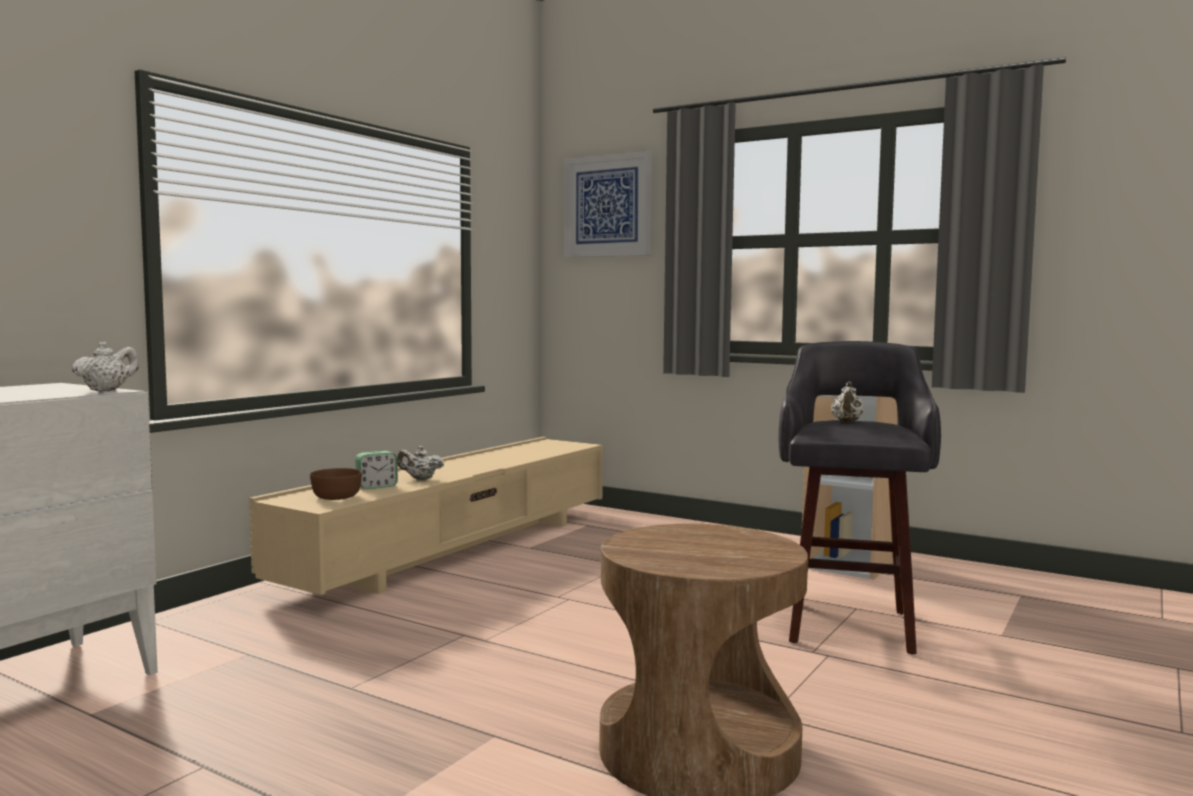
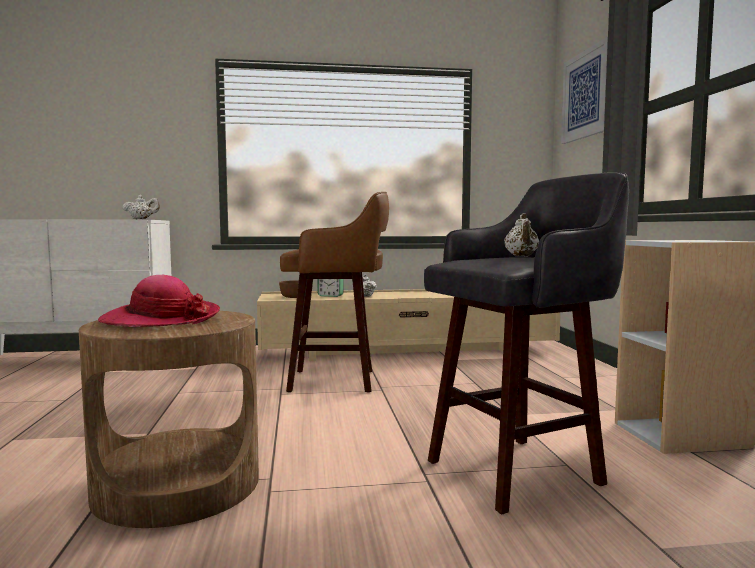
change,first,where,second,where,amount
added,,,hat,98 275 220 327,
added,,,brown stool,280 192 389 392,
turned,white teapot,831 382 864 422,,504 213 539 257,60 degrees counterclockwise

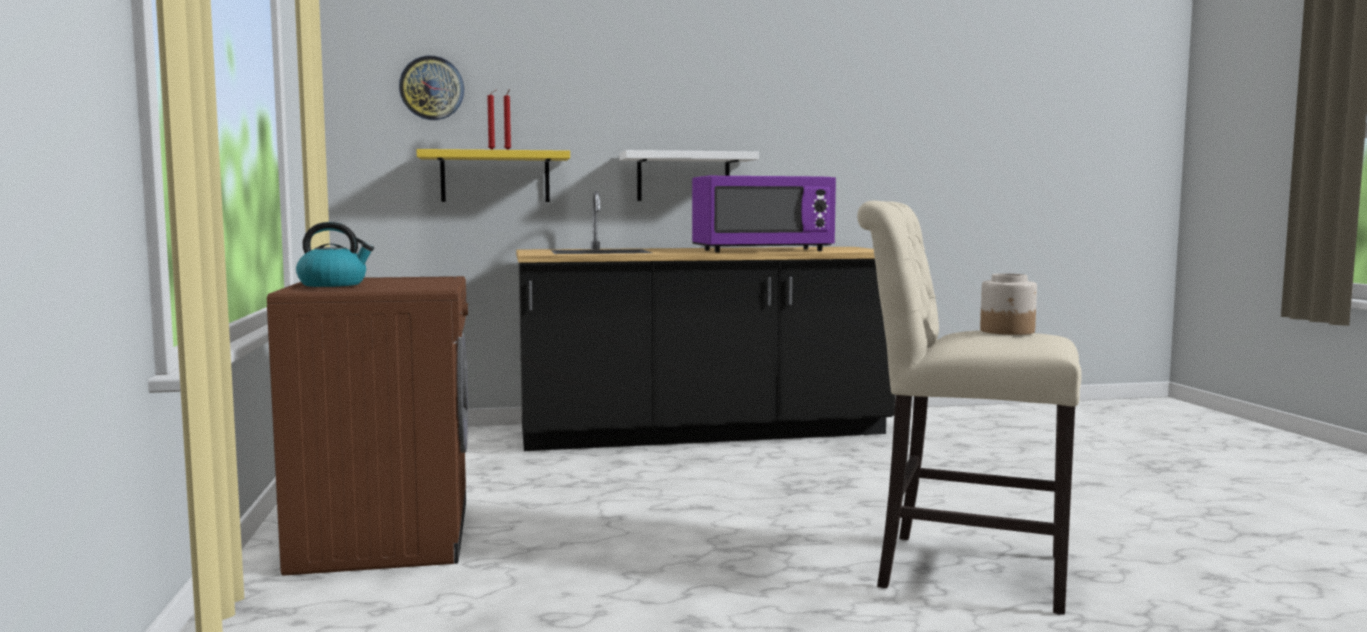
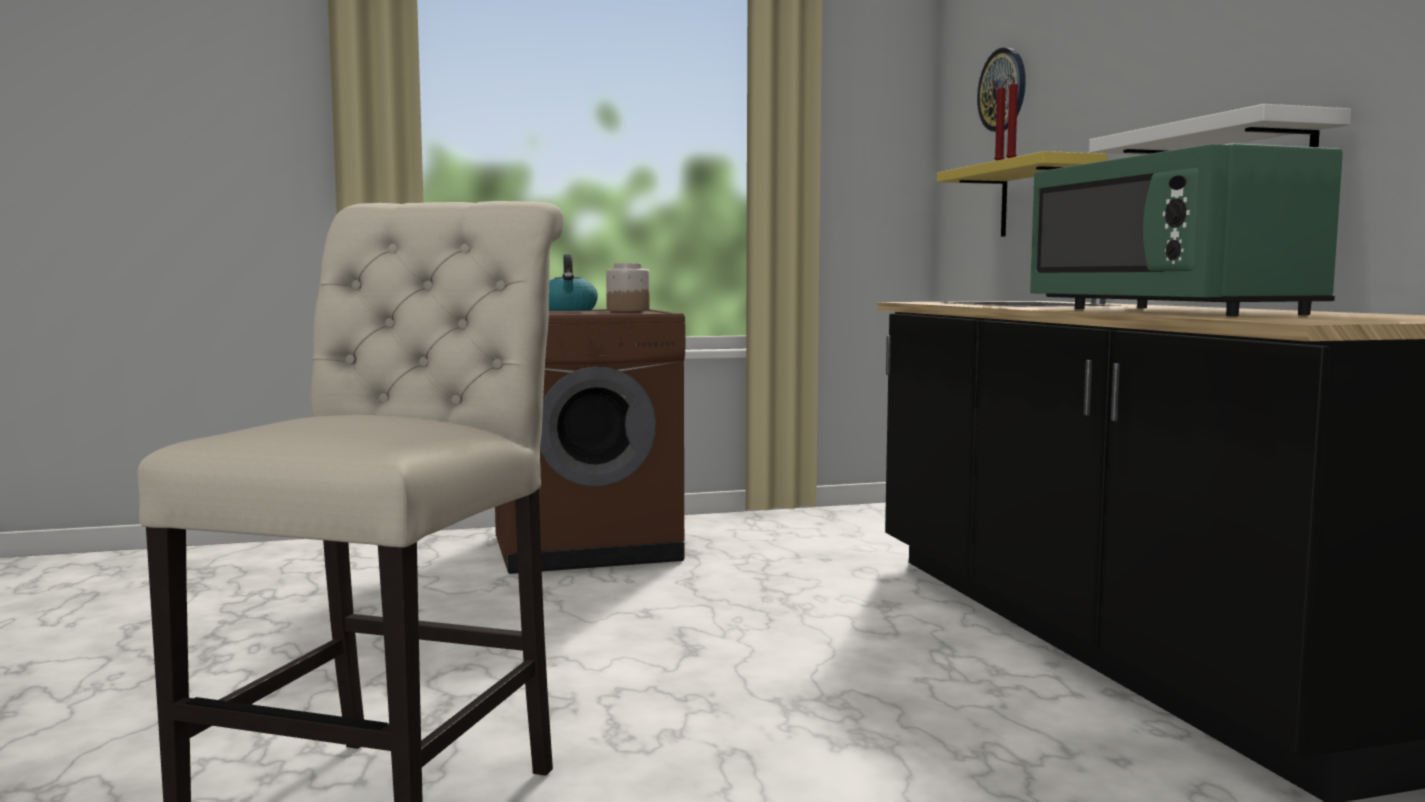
change,first,where,second,where,amount
moved,jar,980 273 1037 335,,606 263 650 311,
recoloured,purple microwave,692 176 836 252,green microwave,1030 143 1343 316,

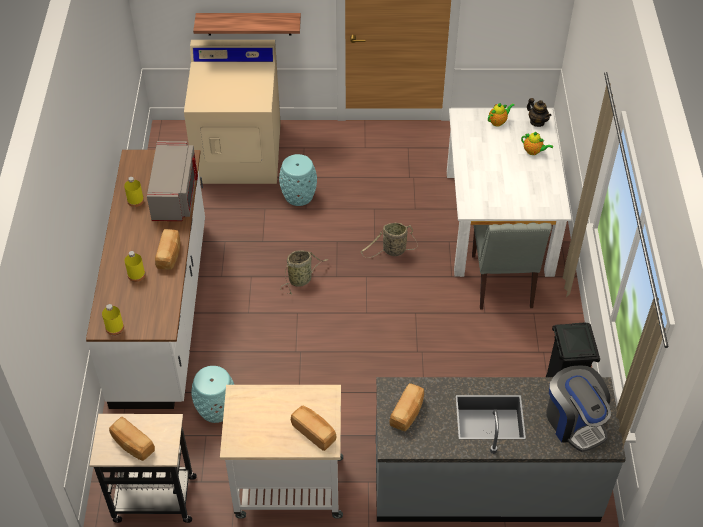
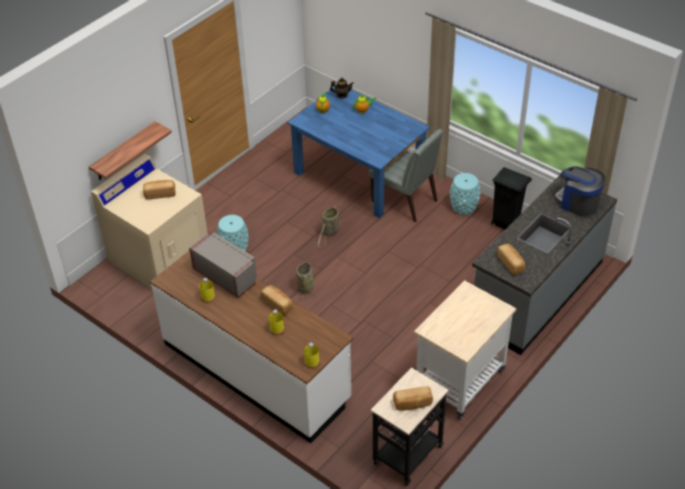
change,first,where,second,where,amount
moved,bread,291 405 337 451,,143 180 175 199,
recoloured,white dining table,447 108 572 277,blue dining table,287 87 430 218,
moved,turquoise stool,192 366 234 423,,450 173 480 215,
turned,coffee machine,546 365 611 452,,554 166 606 217,150 degrees counterclockwise

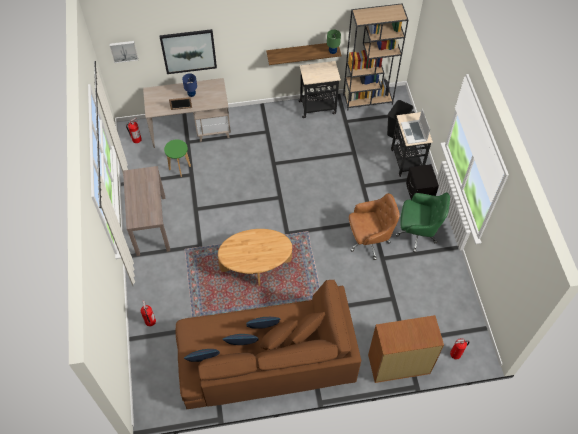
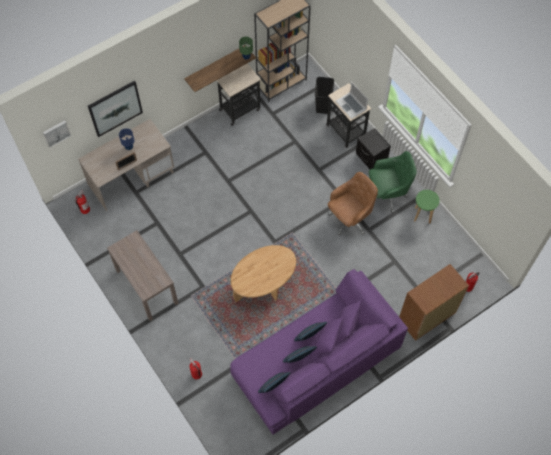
change,first,where,second,where,amount
recoloured,brown sofa,176 280 361 409,purple sofa,230 269 408 434,
moved,green stool,164 139 191 177,,414 190 440 223,

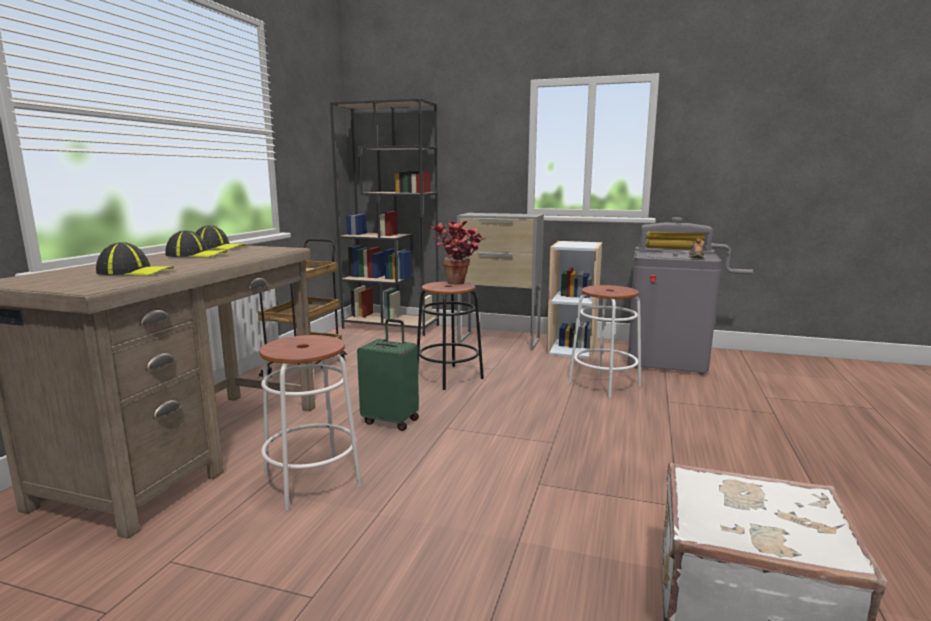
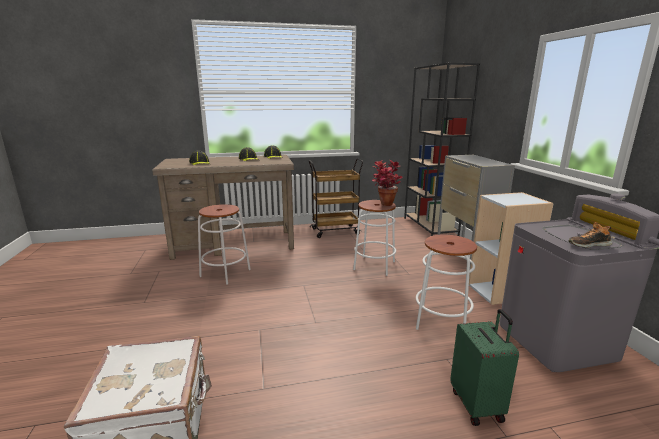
change,first,where,second,where,amount
recoloured,black stool,417 281 484 390,white stool,353 200 396 276,
moved,green suitcase,357 319 419 431,,450 309 519 426,

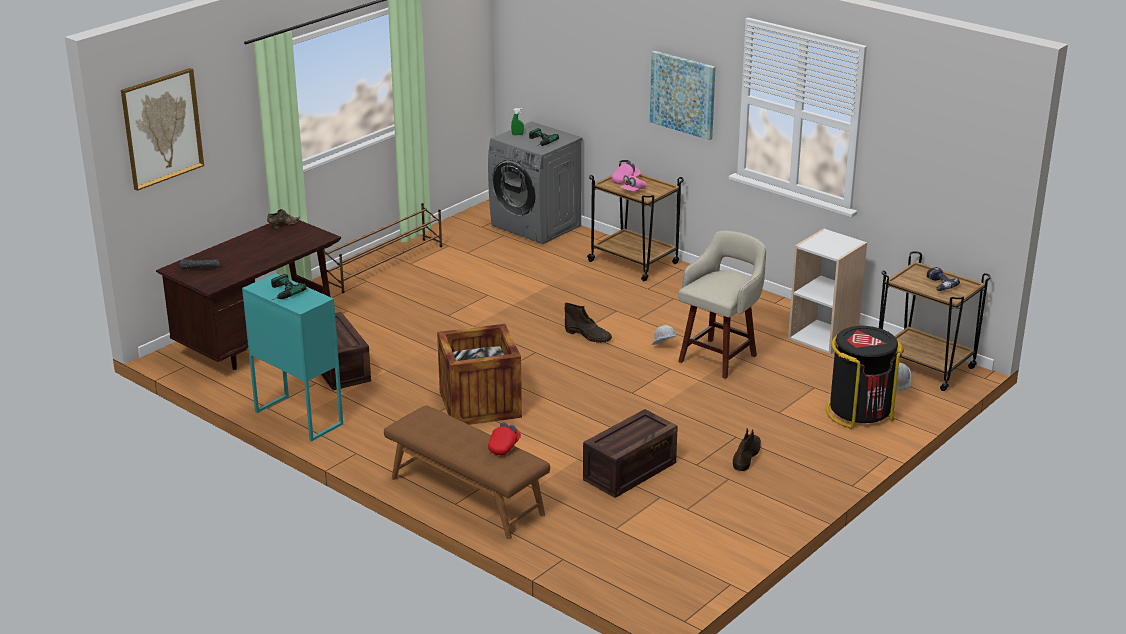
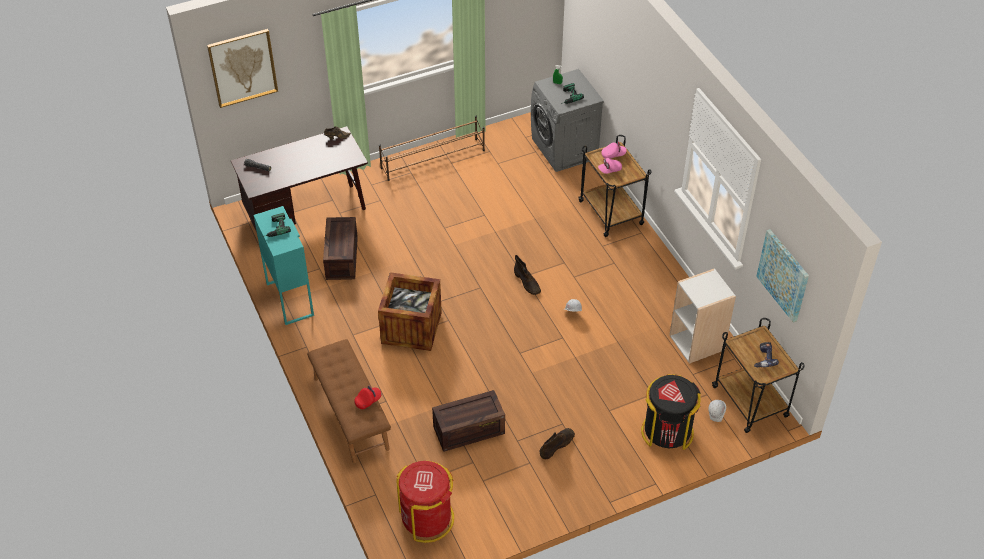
change,first,where,second,where,amount
added,,,red trash can,396 461 454 543,
moved,picture,650 51 716 140,,756 229 809 323,
removed,beige stool,678 231 766 379,,,

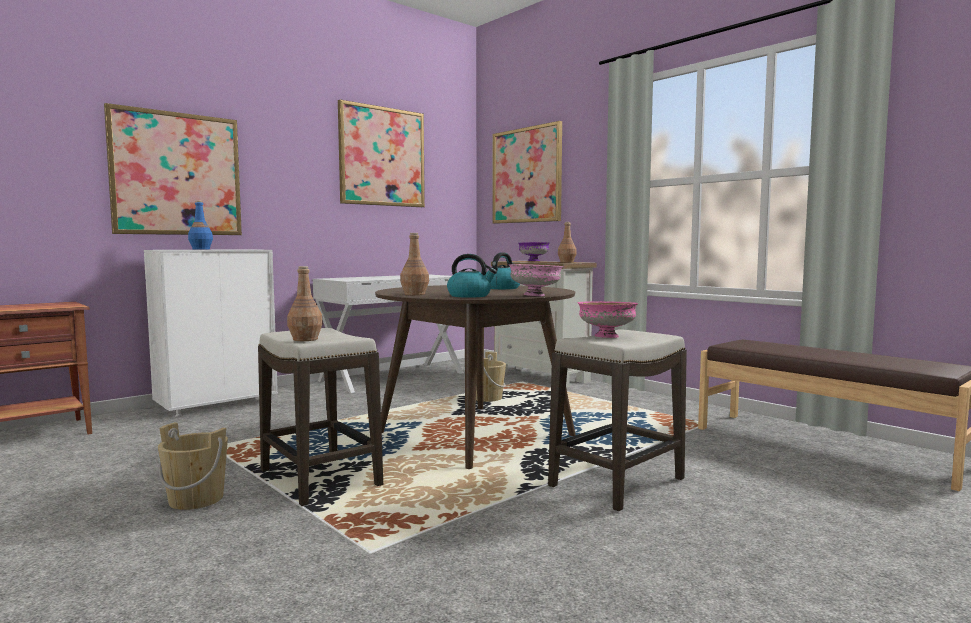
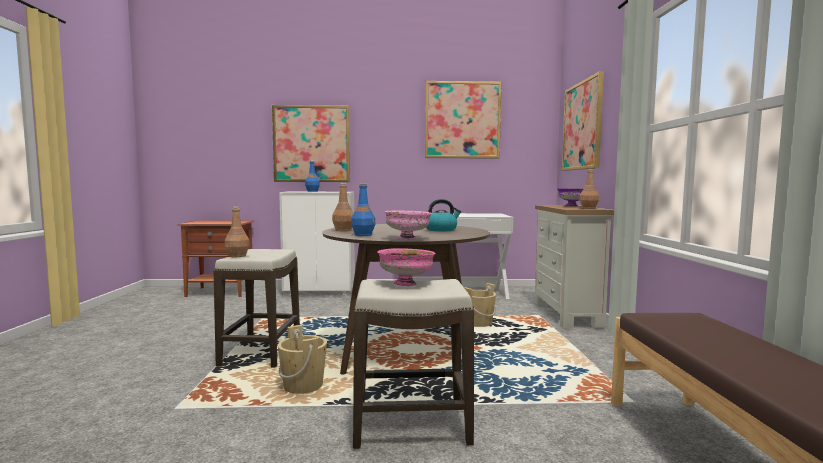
change,first,where,second,where,amount
moved,beige bucket,158 422 228 510,,278 325 327 394,
replaced,kettle,447 254 497 298,blue bottle,351 183 375 236,

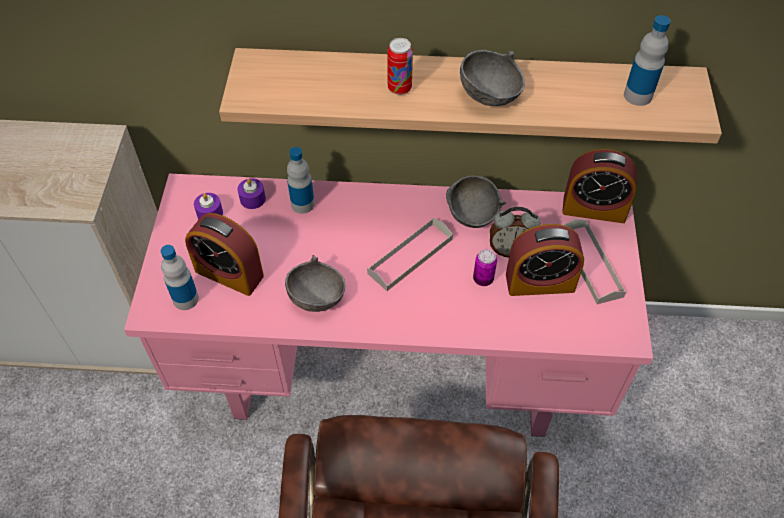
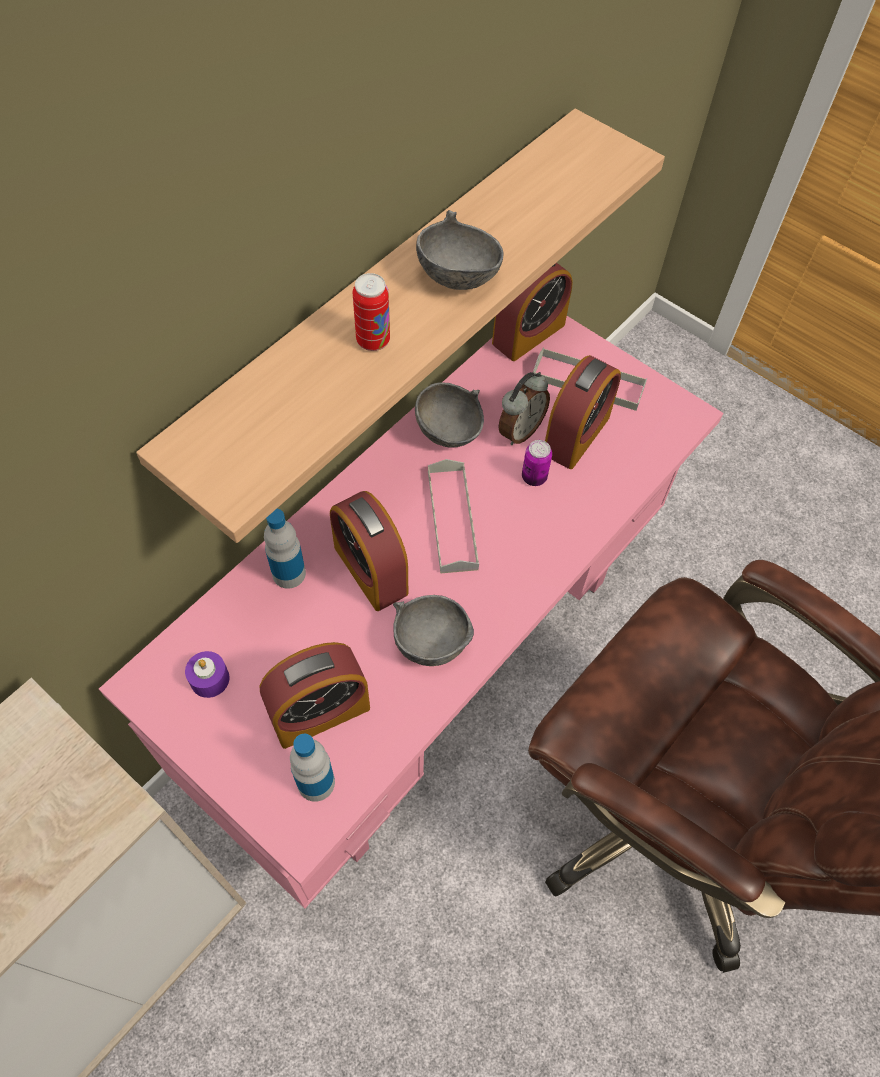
change,first,where,second,where,amount
added,,,alarm clock,330 491 408 611,
removed,purple candle,238 178 266 209,,,
removed,bottle,624 15 670 106,,,

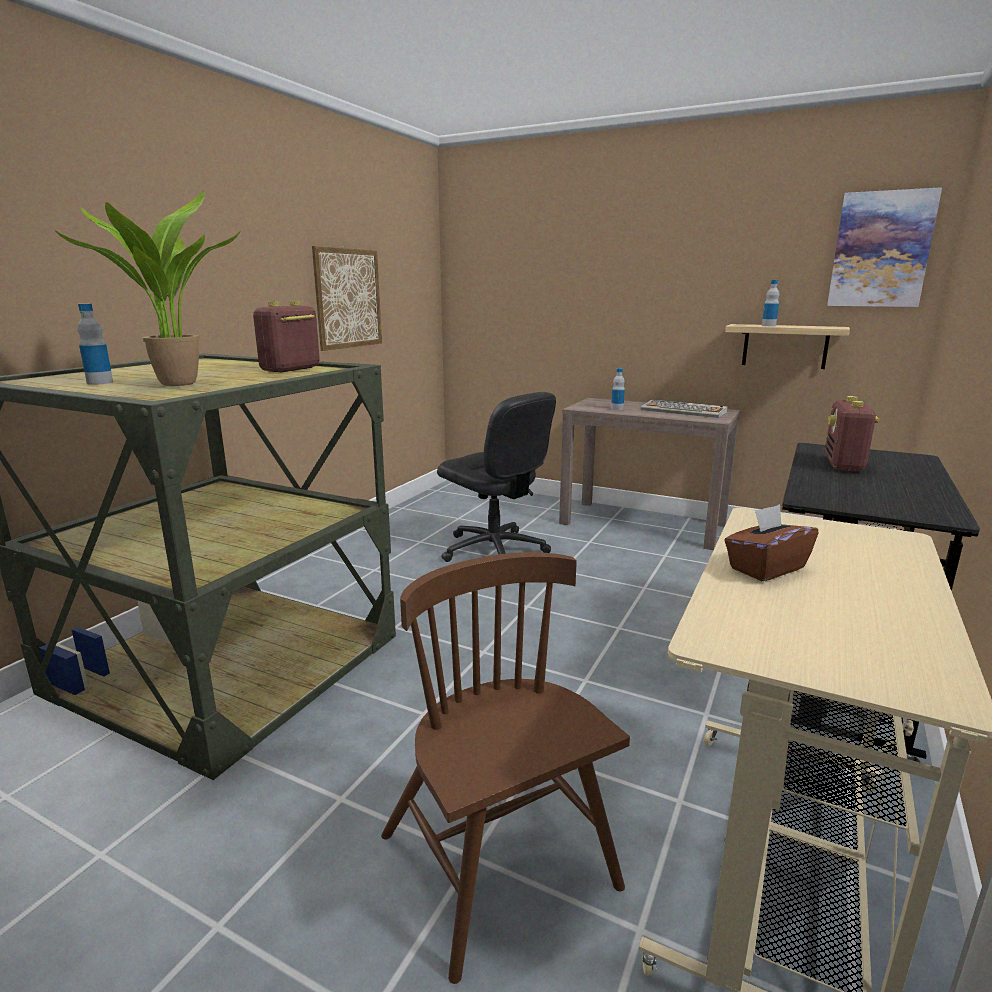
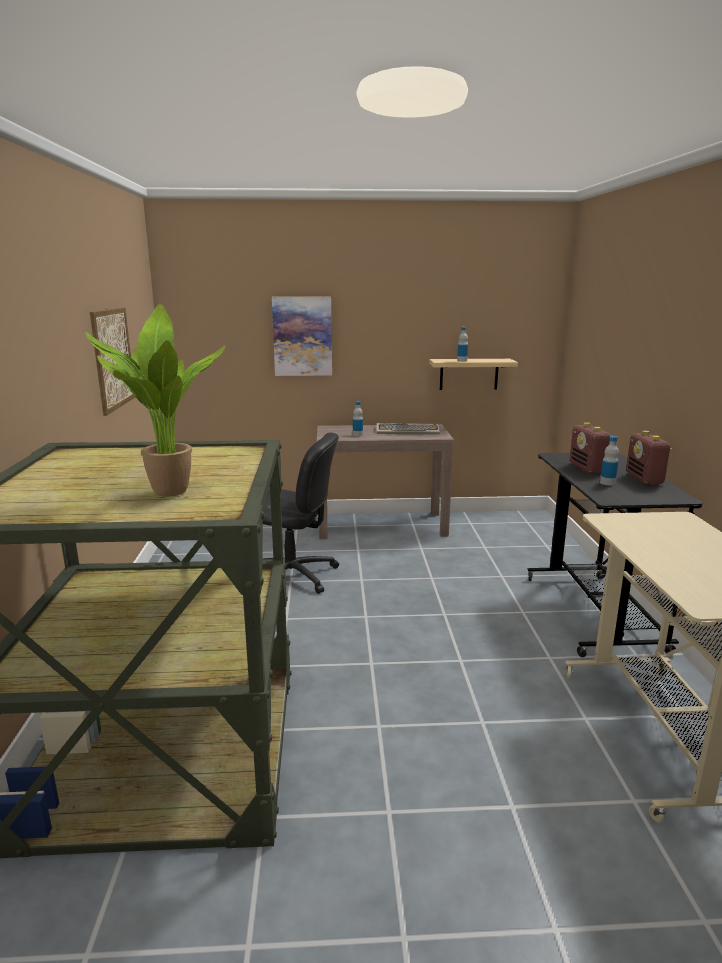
change,first,where,second,where,amount
moved,picture,827 187 942 307,,272 297 332 376,
moved,bottle,77 304 113 385,,600 436 619 485,
moved,radio,253 301 320 372,,626 430 672 485,
removed,brown chair,381 552 630 984,,,
removed,brown tissue box,724 504 819 581,,,

